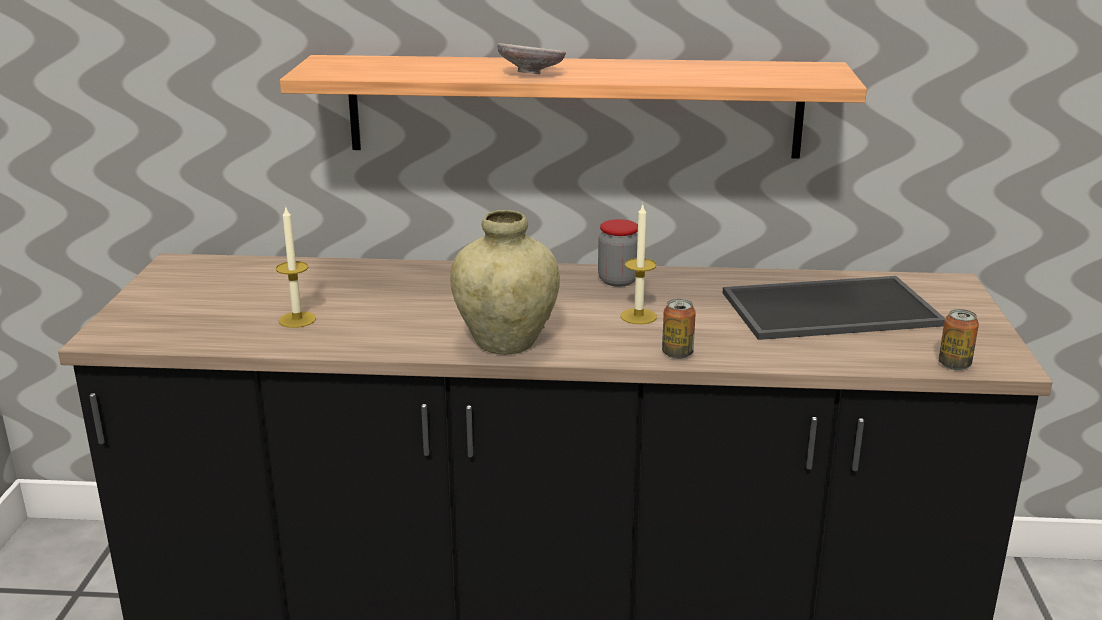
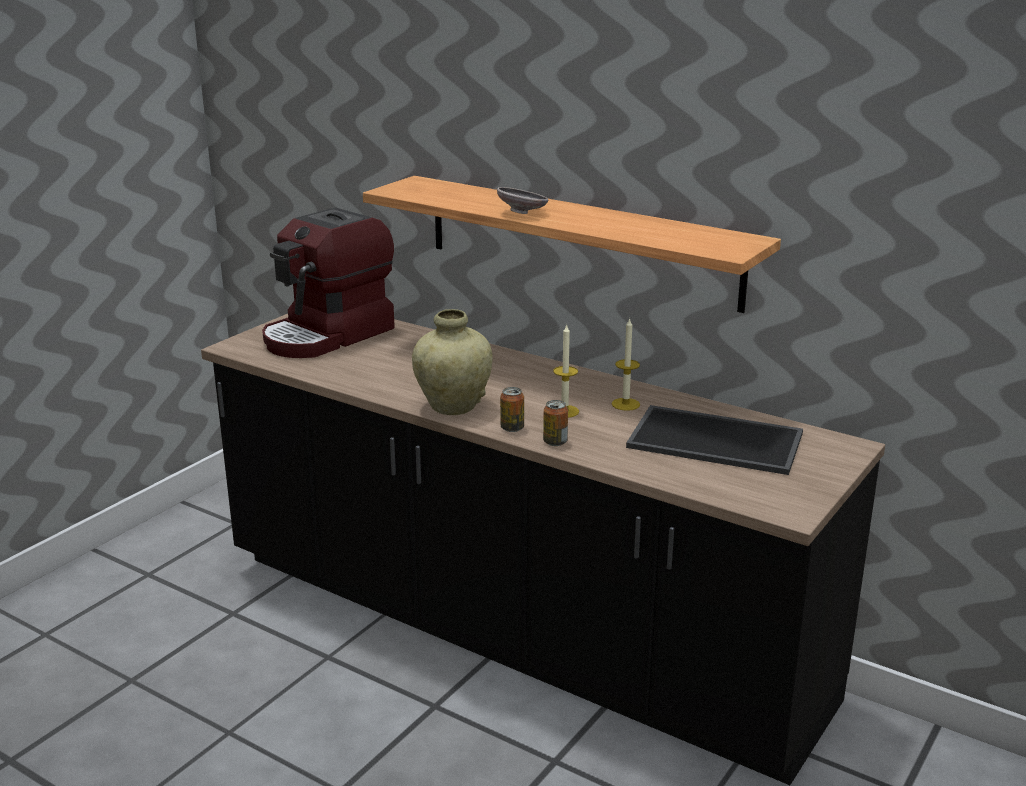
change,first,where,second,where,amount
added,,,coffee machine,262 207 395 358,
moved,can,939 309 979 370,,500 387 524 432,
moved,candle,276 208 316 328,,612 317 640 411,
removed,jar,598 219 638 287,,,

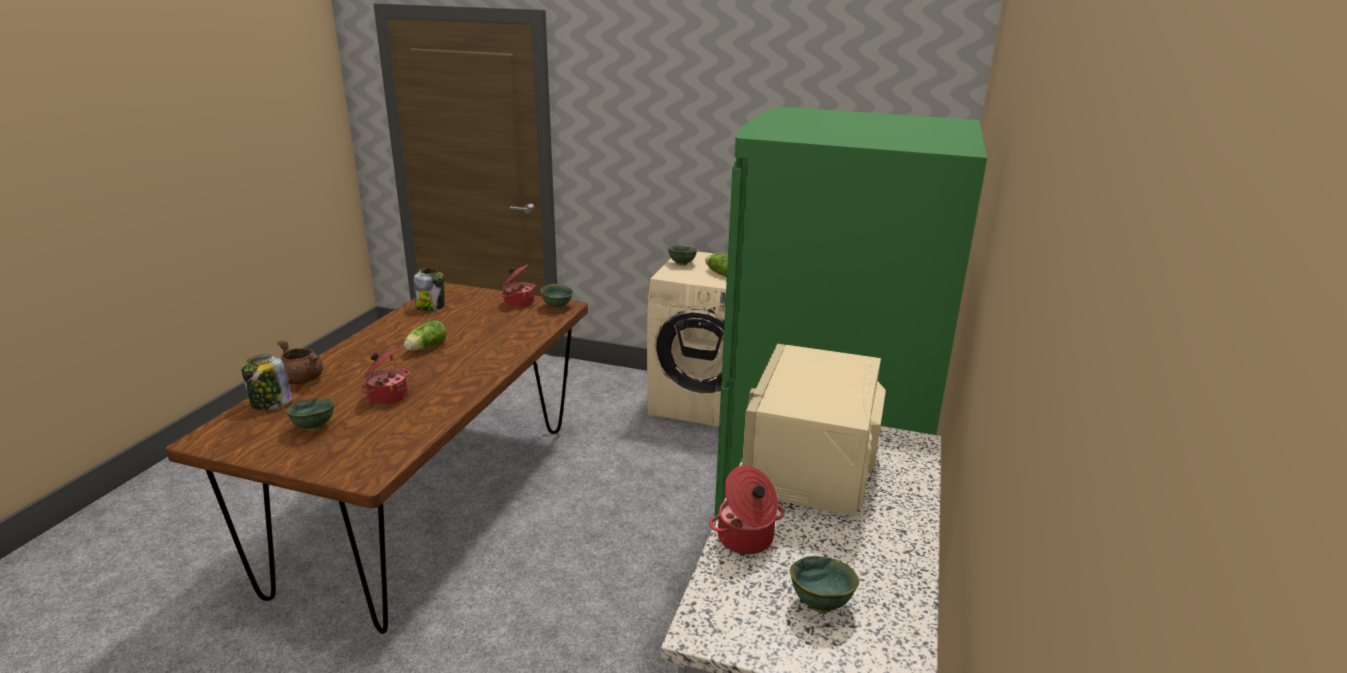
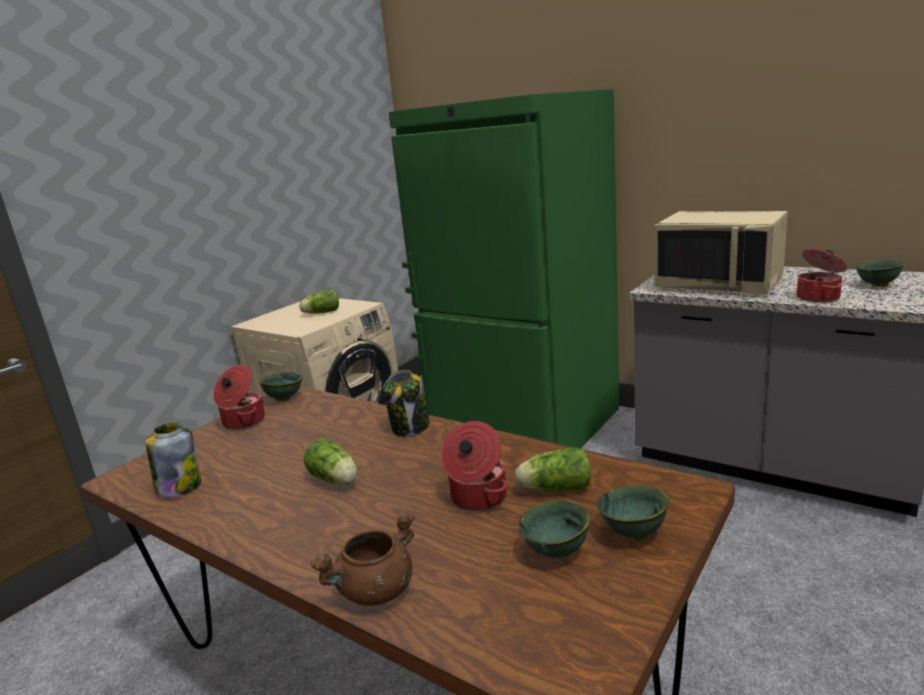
change,first,where,second,where,amount
moved,jar,241 354 293 410,,383 370 430 437,
added,,,lettuce,515 448 592 492,
moved,green bowl,668 246 698 266,,597 485 669 540,

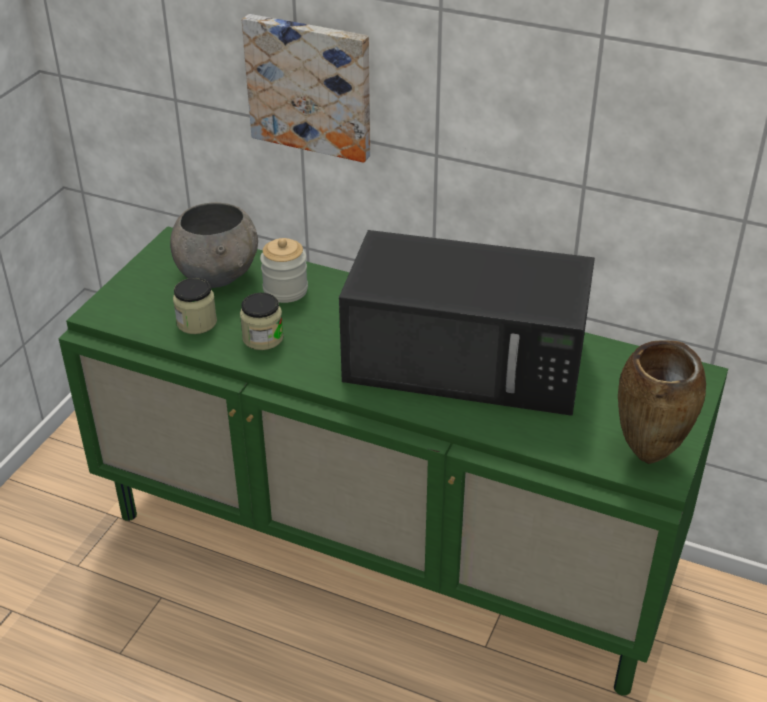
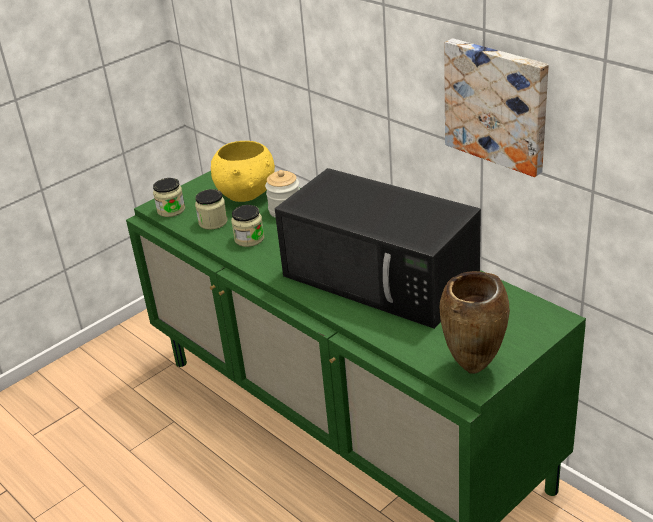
change,first,where,second,where,amount
added,,,jar,153 178 185 217,
recoloured,grey bowl,170 203 258 288,yellow bowl,211 141 275 202,
moved,picture,242 14 370 163,,444 38 549 177,

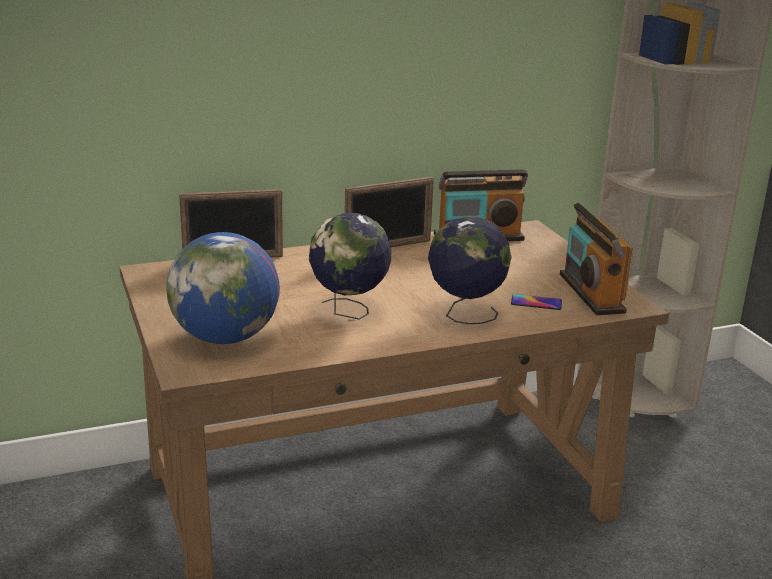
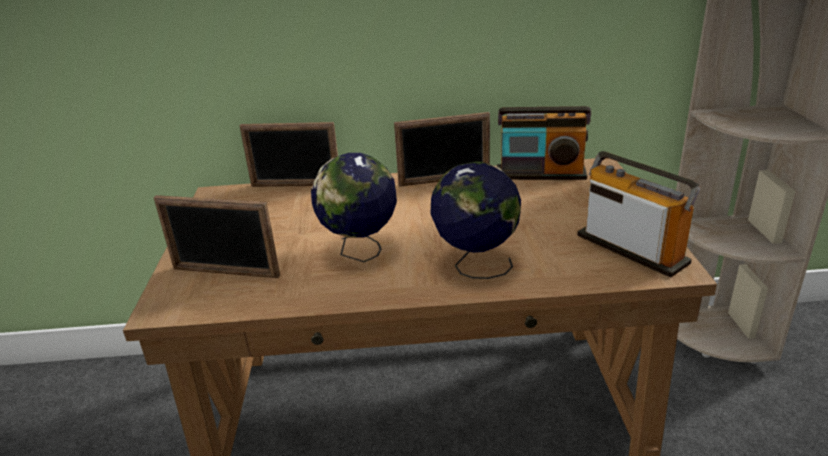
change,first,where,second,where,amount
replaced,globe,167 232 280 344,picture frame,154 195 280 278,
turned,radio,560 203 633 315,,577 151 700 278,135 degrees clockwise
removed,phone,511 294 562 310,,,

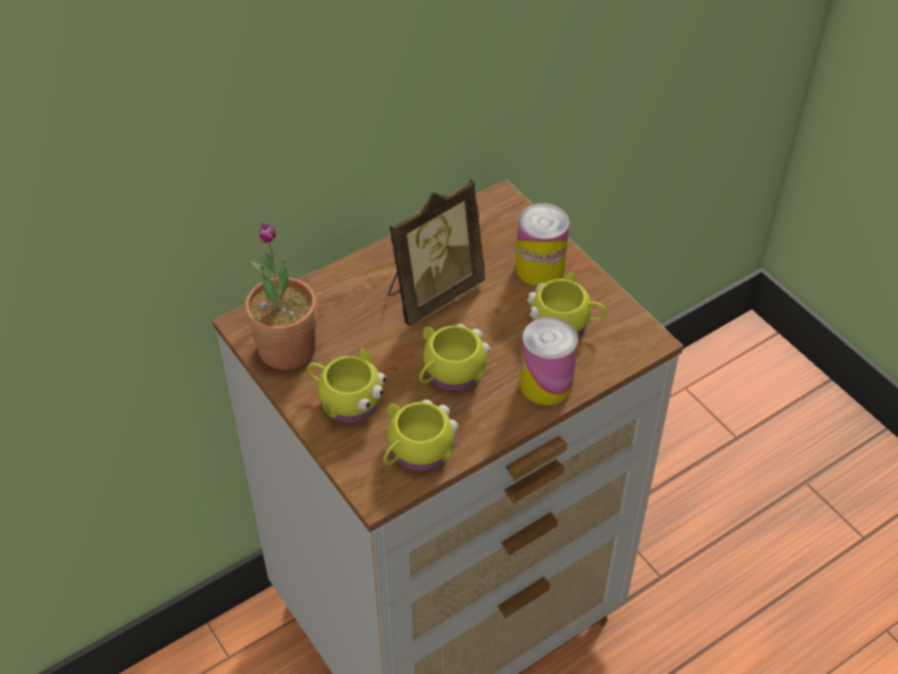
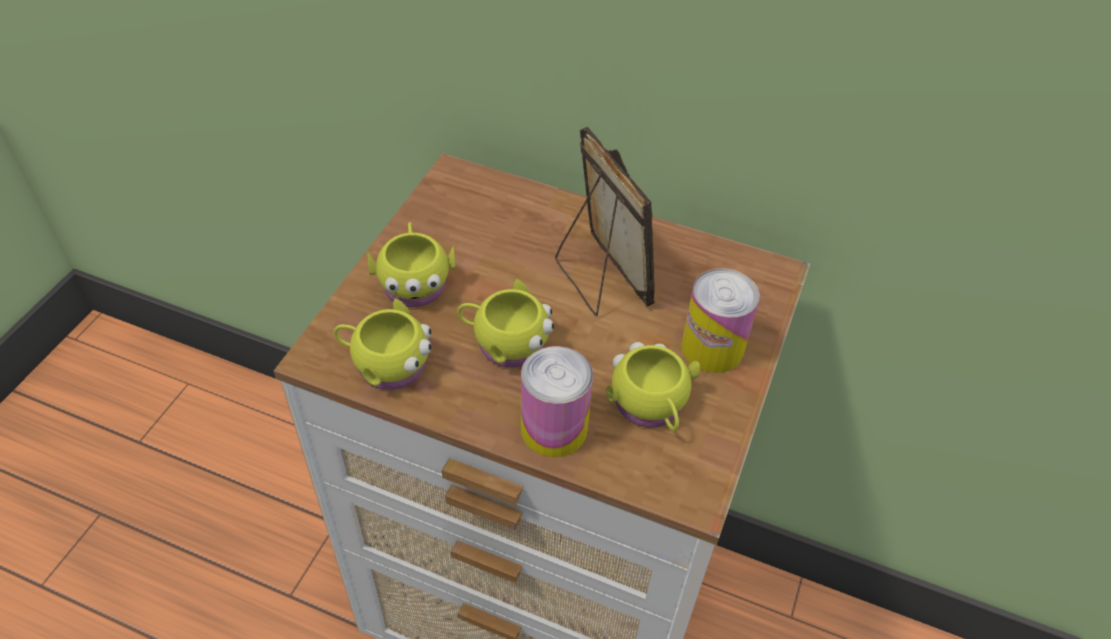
change,first,where,second,where,amount
turned,picture frame,388 179 485 326,,555 127 655 316,135 degrees counterclockwise
removed,potted plant,245 221 317 370,,,

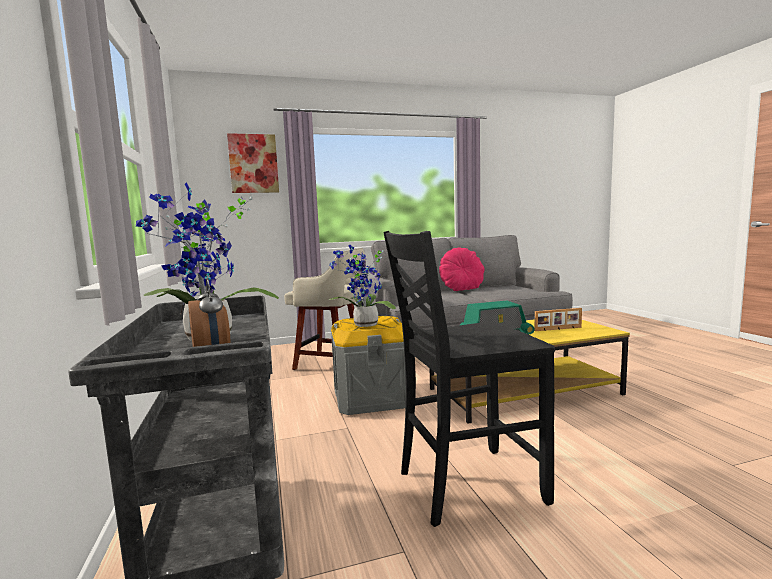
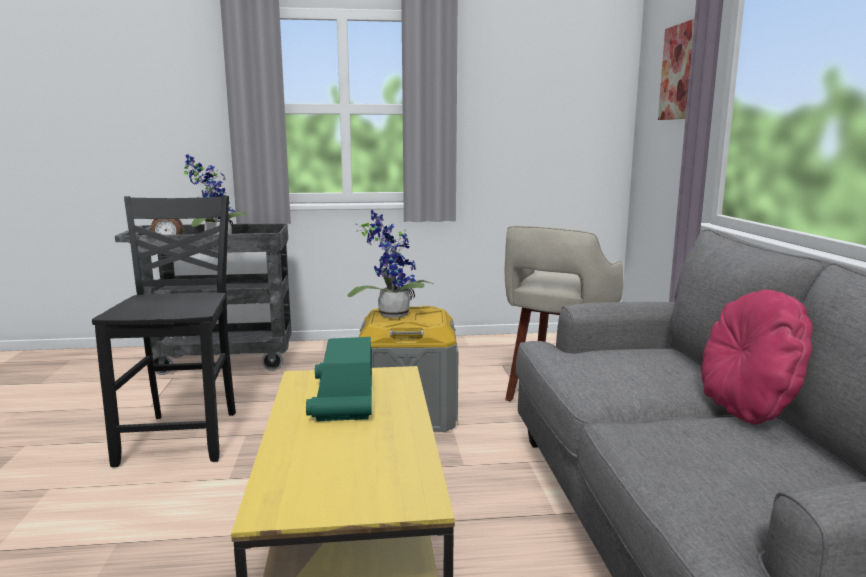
change,first,where,second,where,amount
removed,picture frame,535 308 582 331,,,

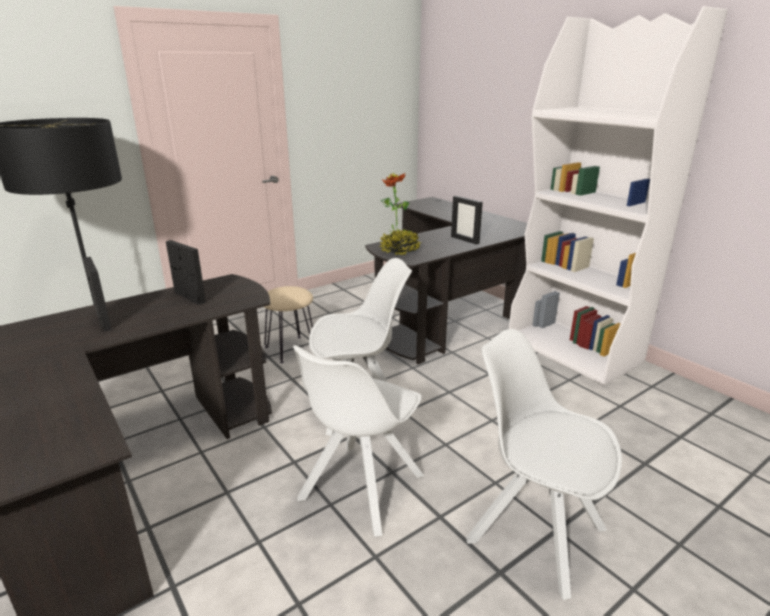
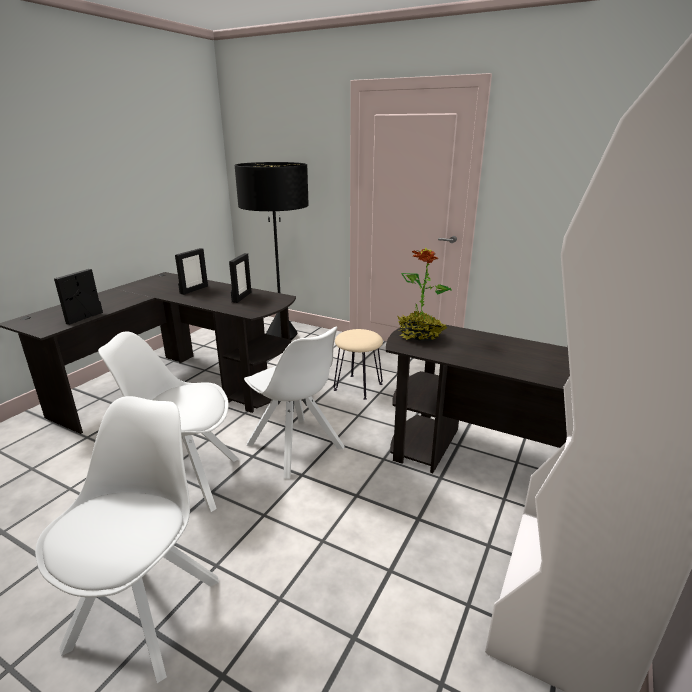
change,first,where,second,where,amount
moved,picture frame,451 196 483 245,,54 269 103 325,

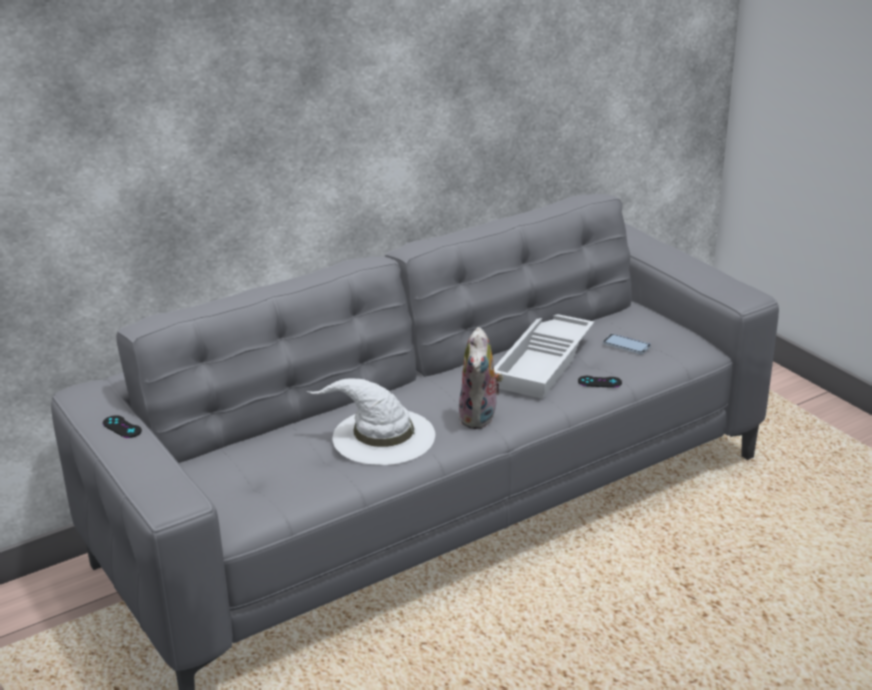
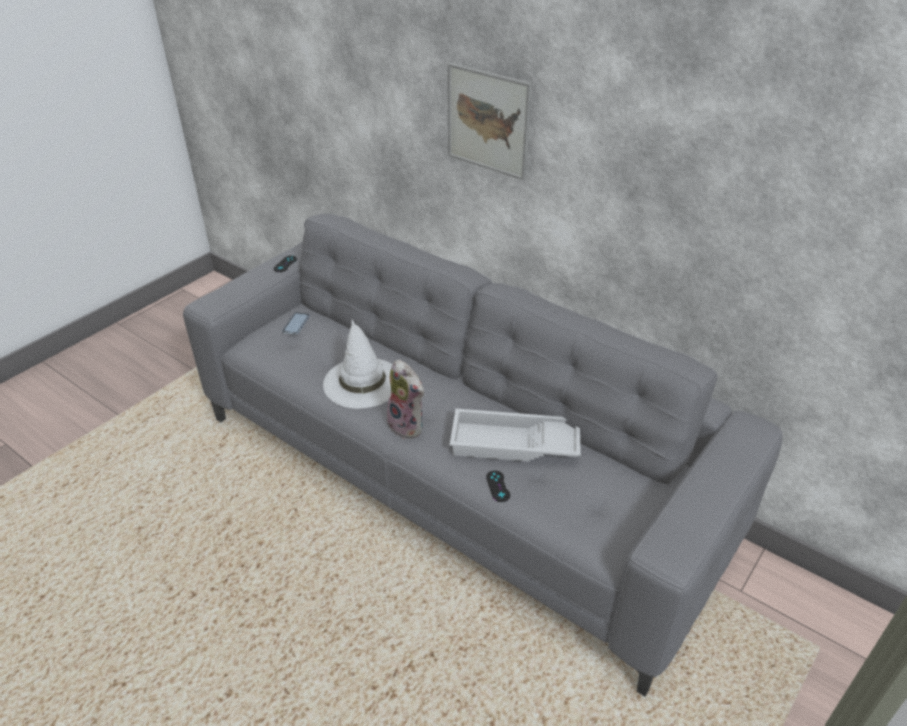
change,first,where,second,where,amount
moved,phone,603 334 651 354,,282 312 310 335,
turned,plush toy,459 327 503 429,,387 359 425 439,120 degrees counterclockwise
added,,,picture,448 62 532 180,

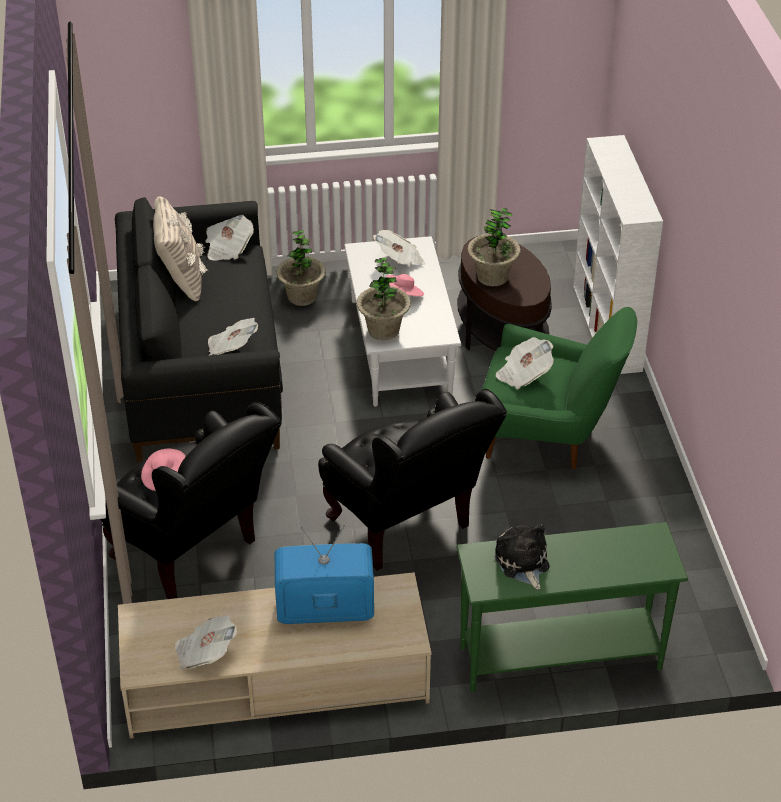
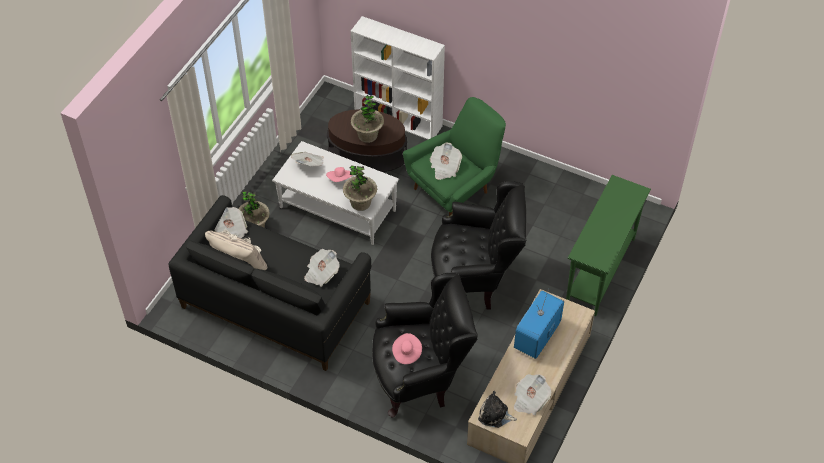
change,first,where,second,where,amount
moved,plush toy,495 524 549 590,,478 391 517 428,

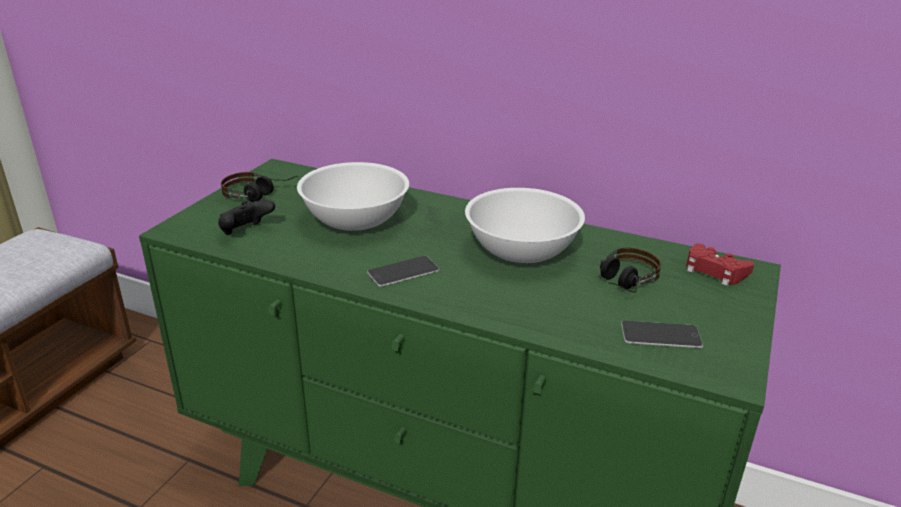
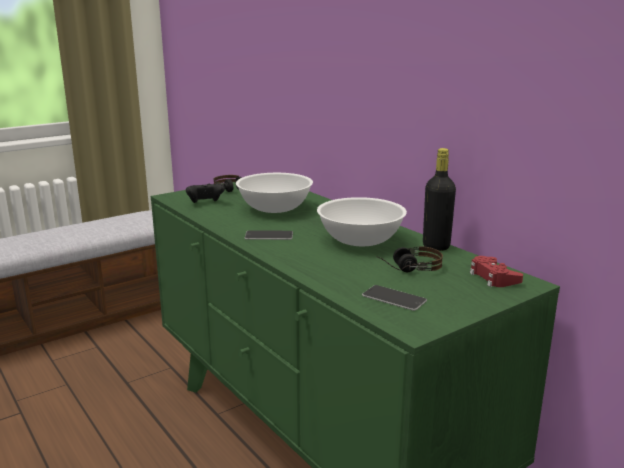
change,first,where,second,where,amount
added,,,black bottle,423 148 456 251,

